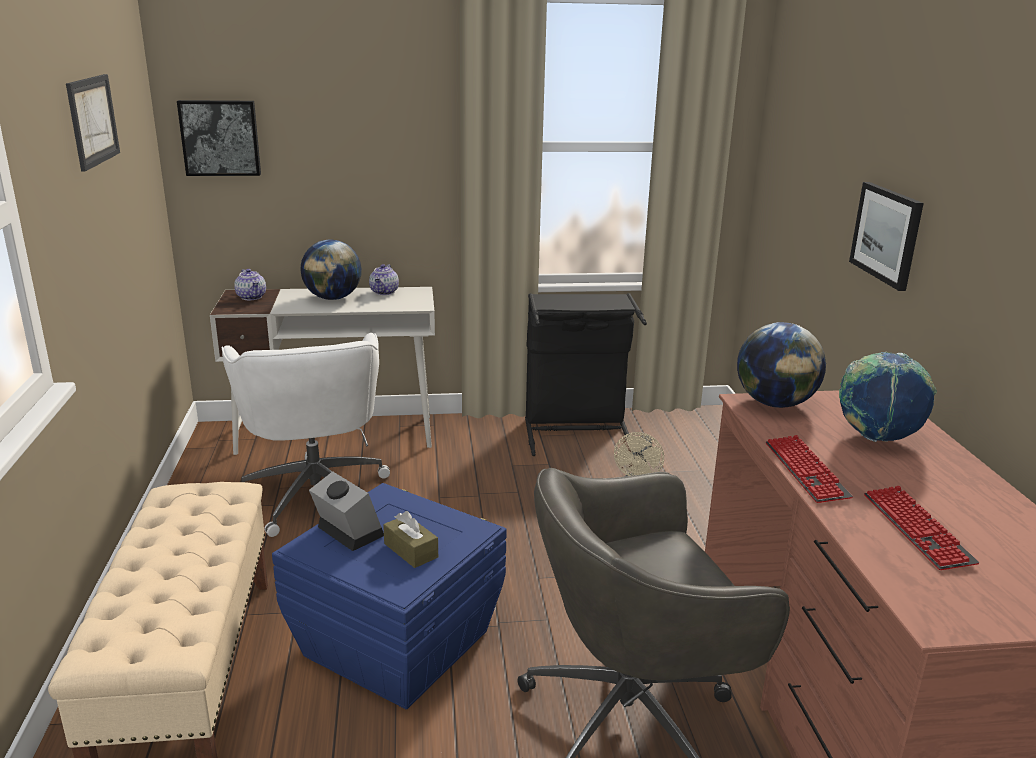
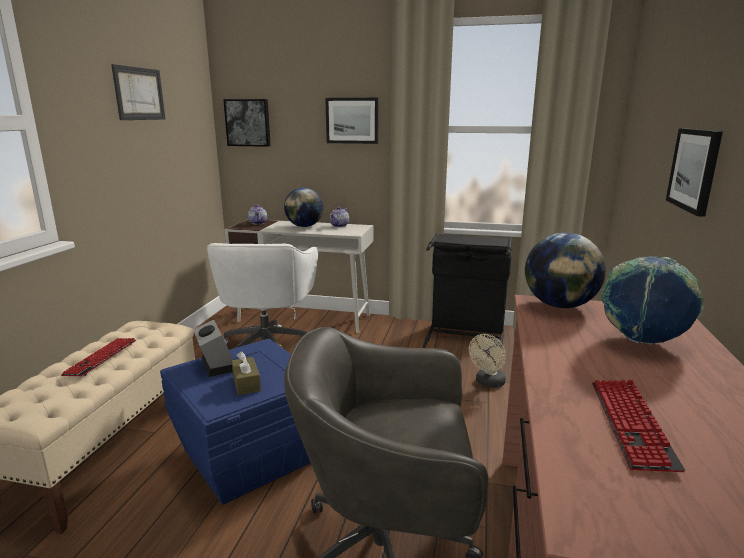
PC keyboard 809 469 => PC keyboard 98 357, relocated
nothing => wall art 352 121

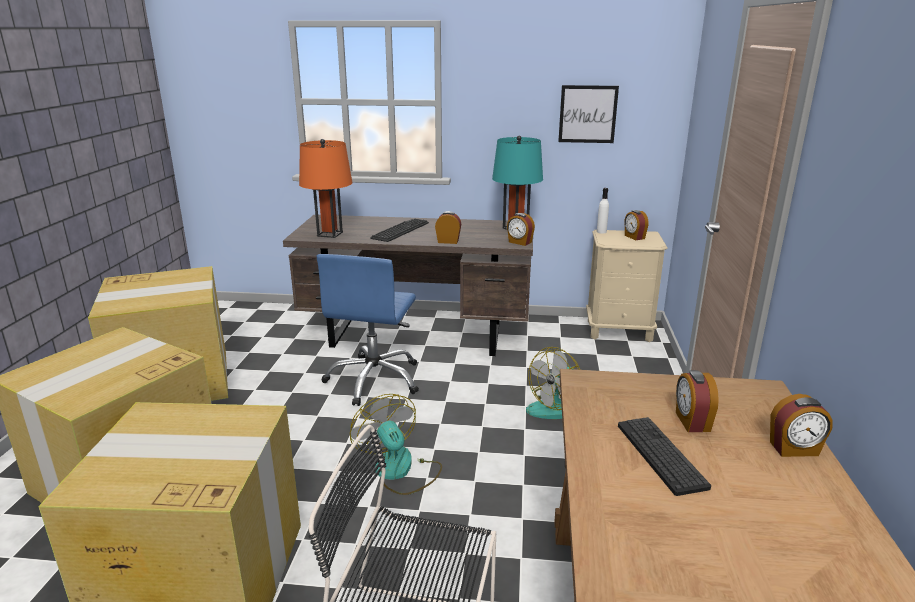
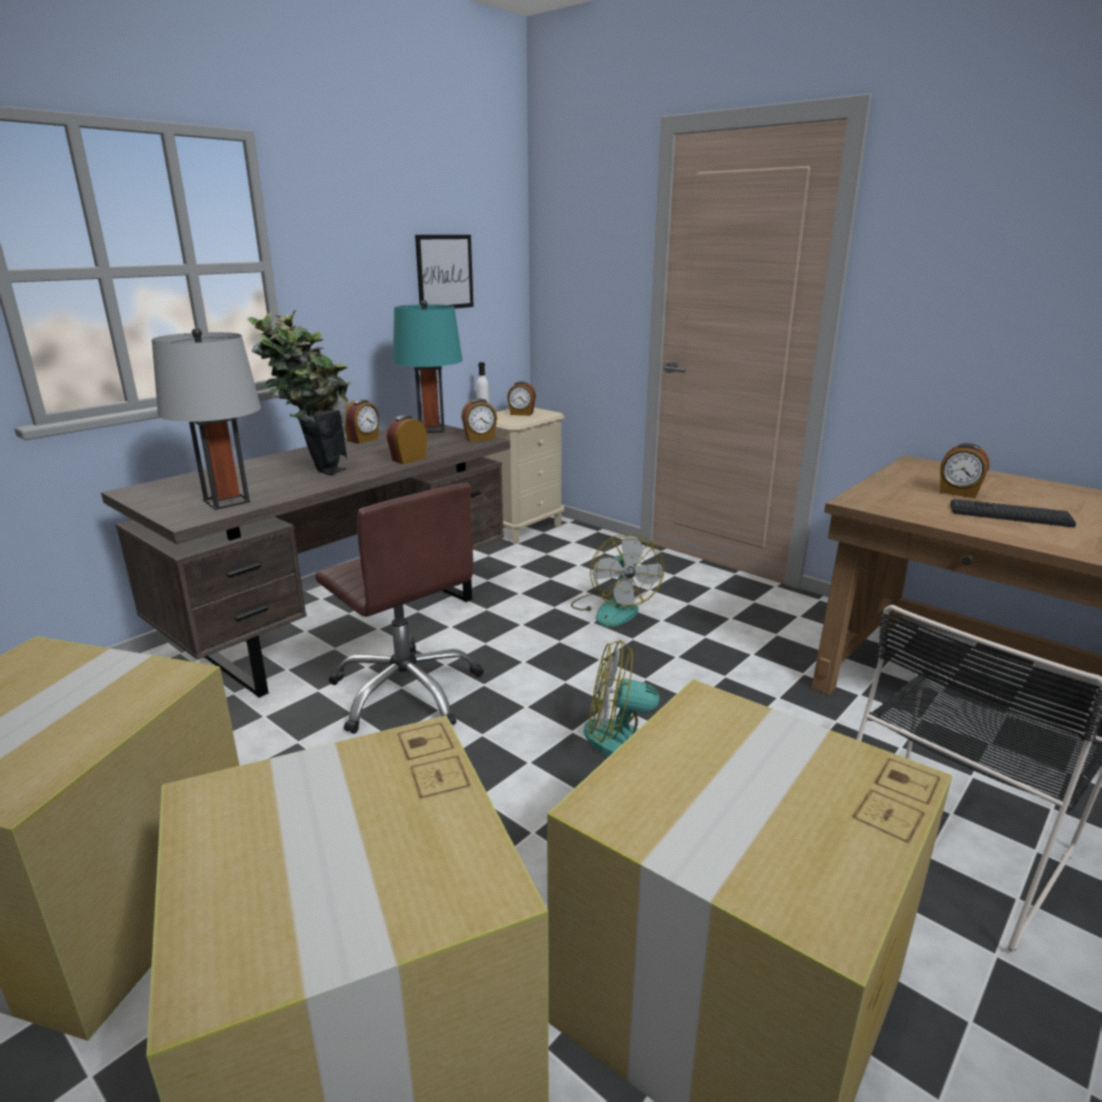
orangey tabletop lamp 326 188 => greyish tabletop lamp 206 419
PC keyboard 399 230 => houseplant 299 392
bluish office chair 368 330 => brown office chair 399 608
alarm clock 801 425 => alarm clock 362 421, relocated

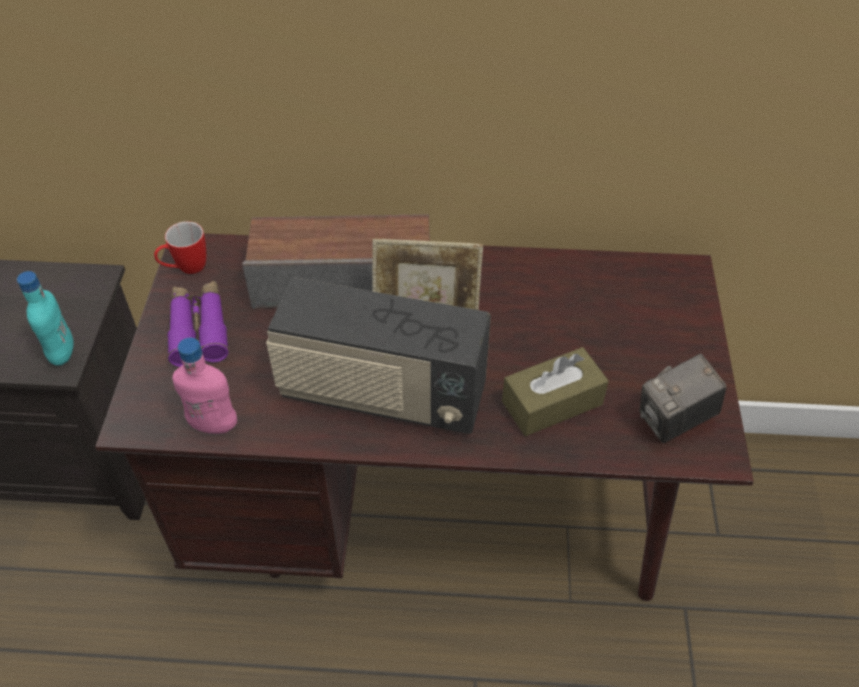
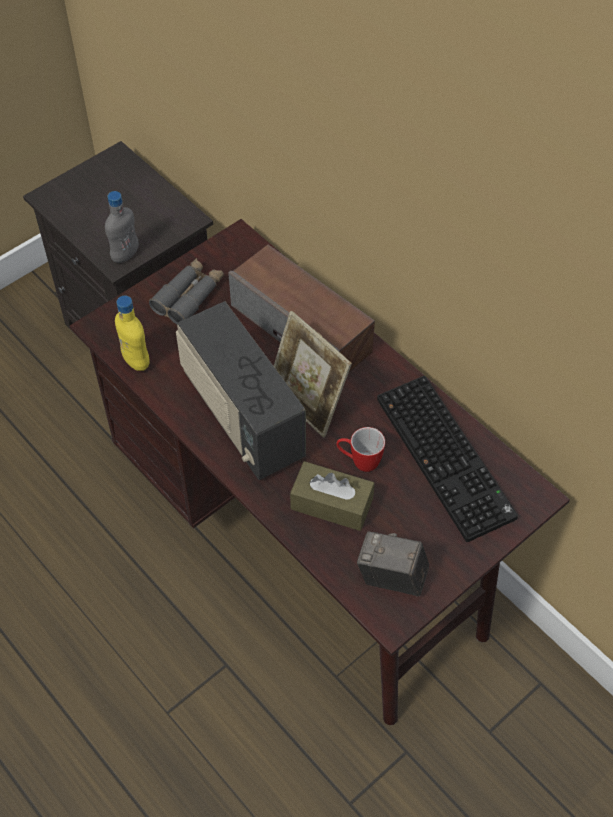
tea mug 180 247 => tea mug 360 449, relocated
turquoise-coloured beverage bottle 45 318 => greyish beverage bottle 122 227
purplish binoculars 198 324 => greyish binoculars 186 291
pinkish beverage bottle 204 386 => yellow beverage bottle 132 333
nothing => PC keyboard 447 459

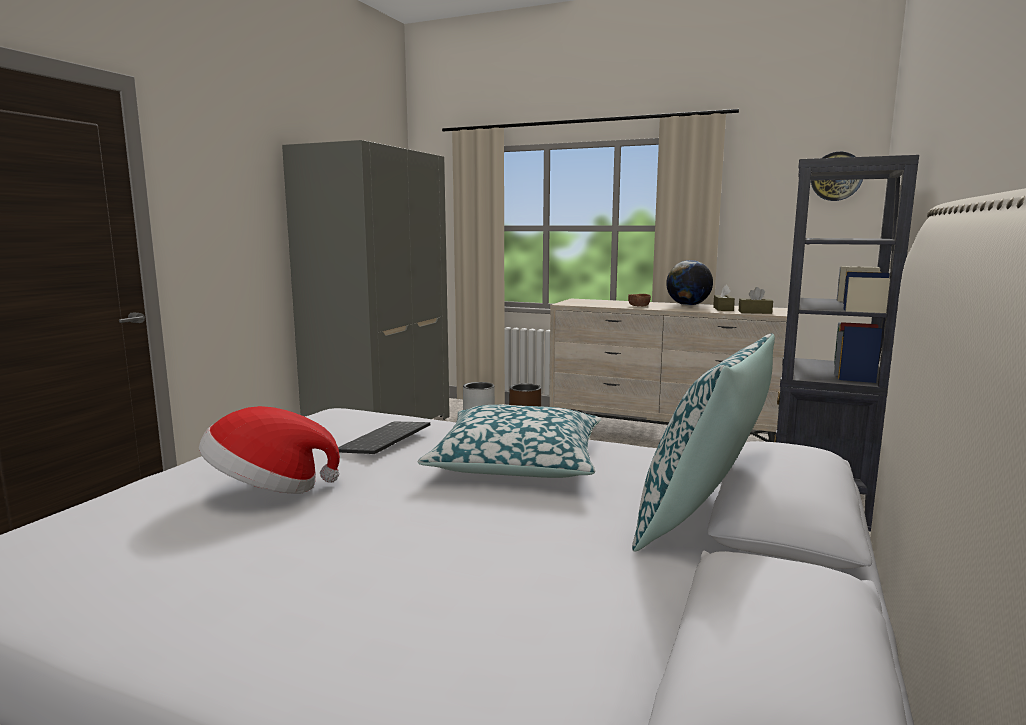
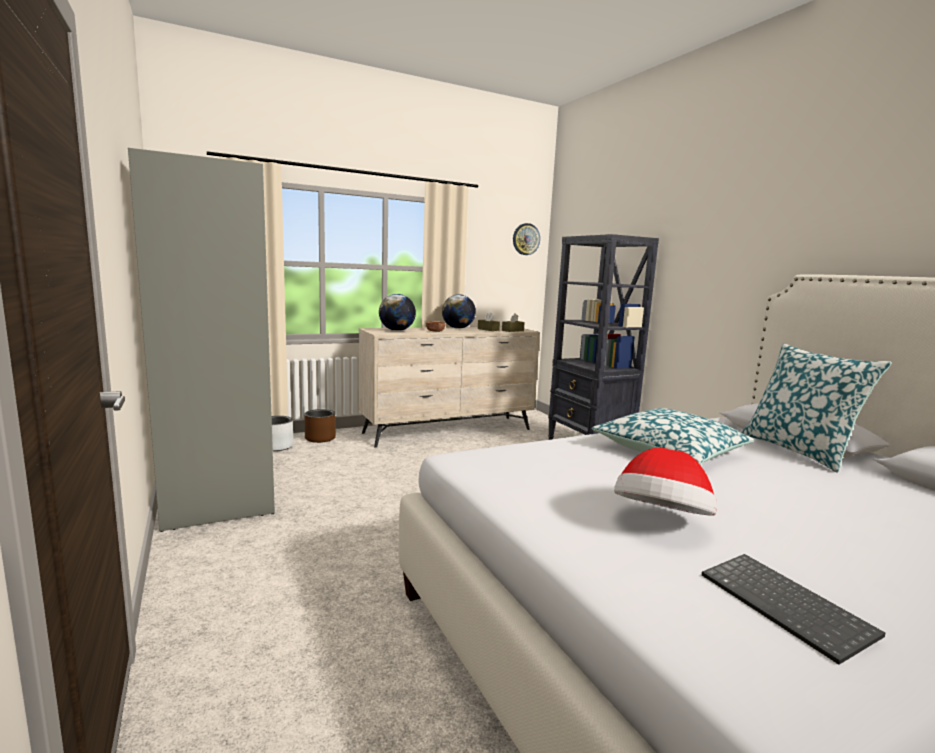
PC keyboard 384 438 => PC keyboard 793 609, relocated
nothing => globe 397 312

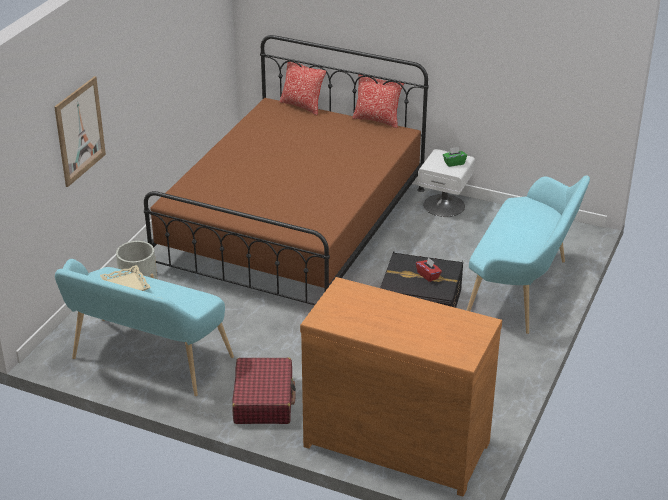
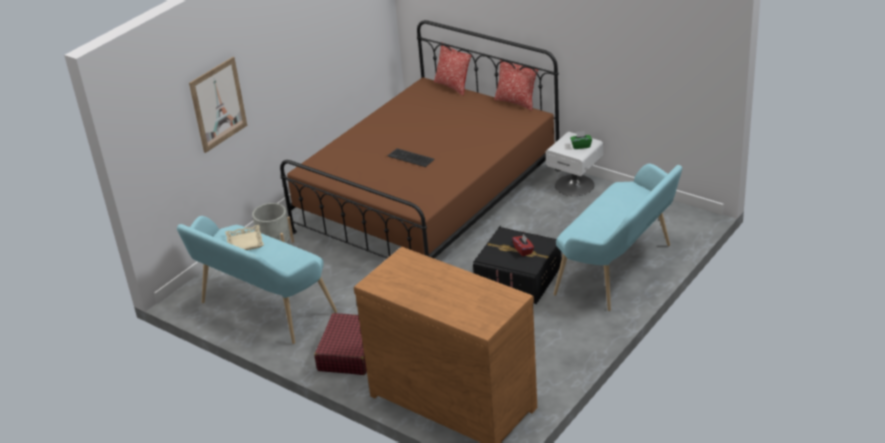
nothing => PC keyboard 411 157

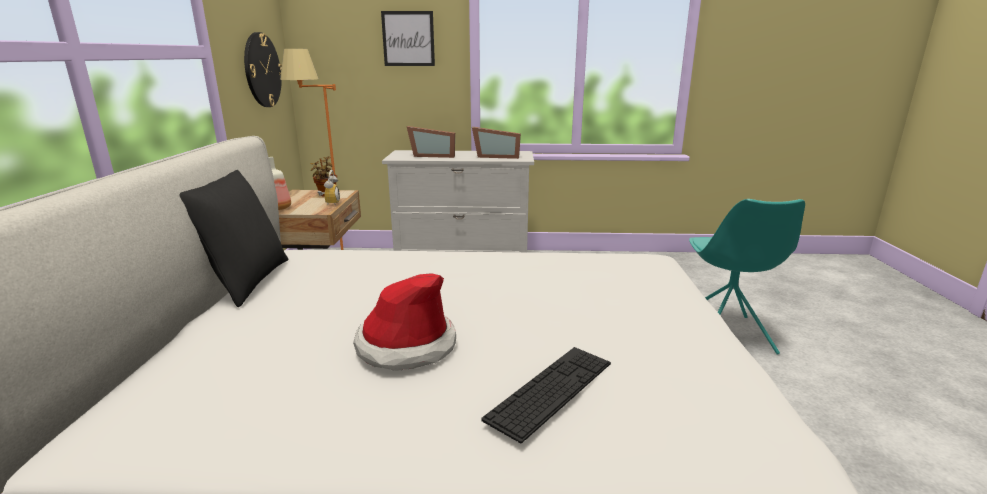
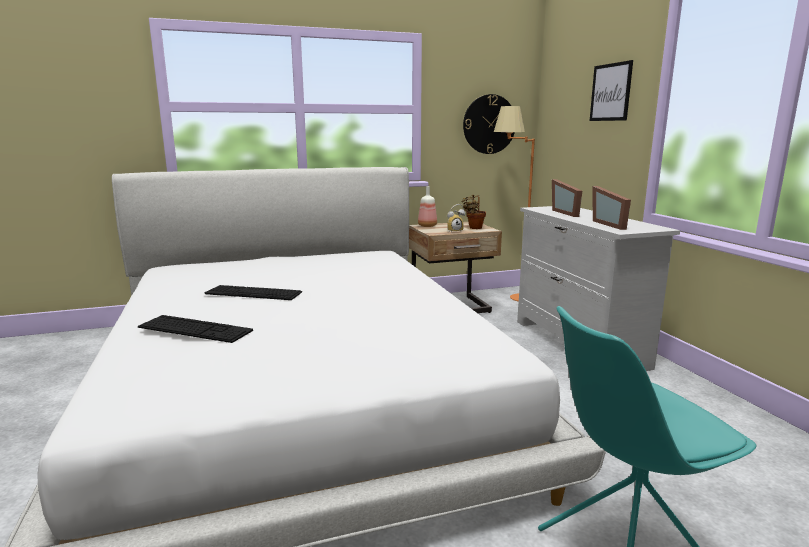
black-coloured throw pillow 234 238 => nothing
wearable hat 404 322 => PC keyboard 253 292

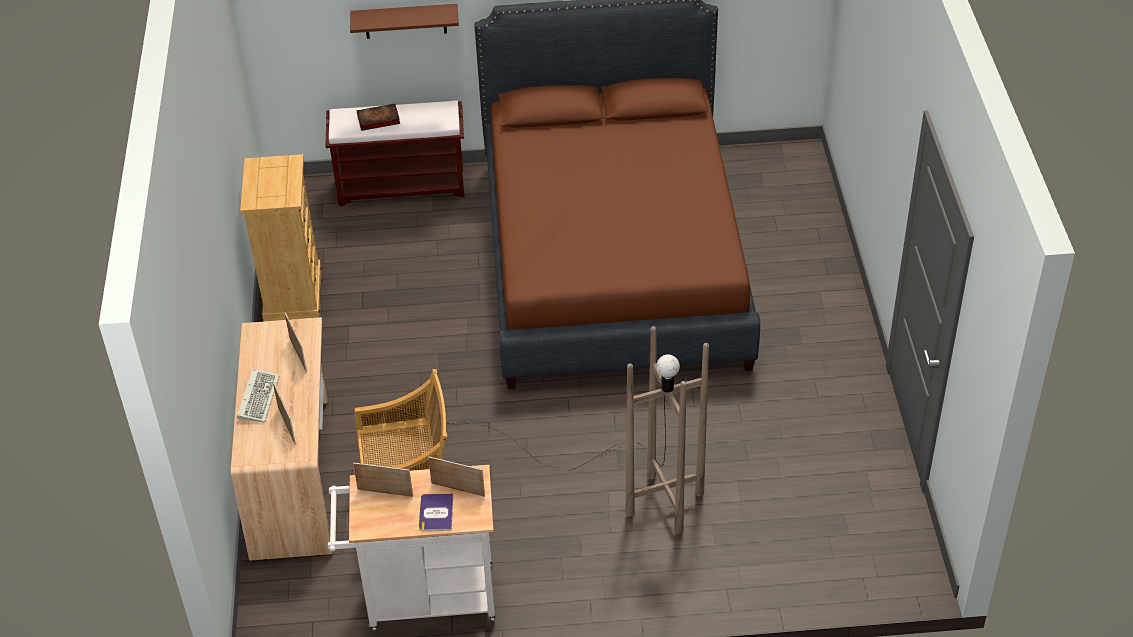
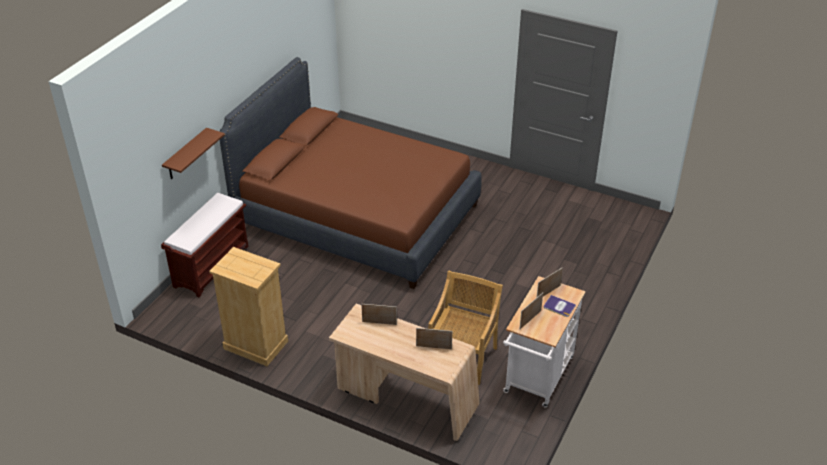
book 378 117 => nothing
brown standing lamp 577 430 => nothing
PC keyboard 258 395 => nothing

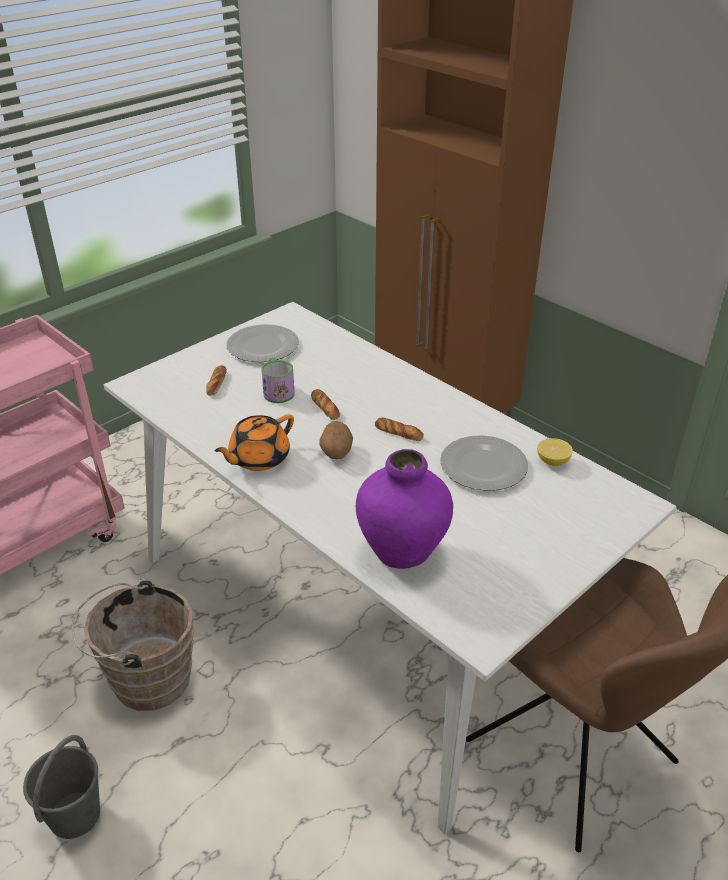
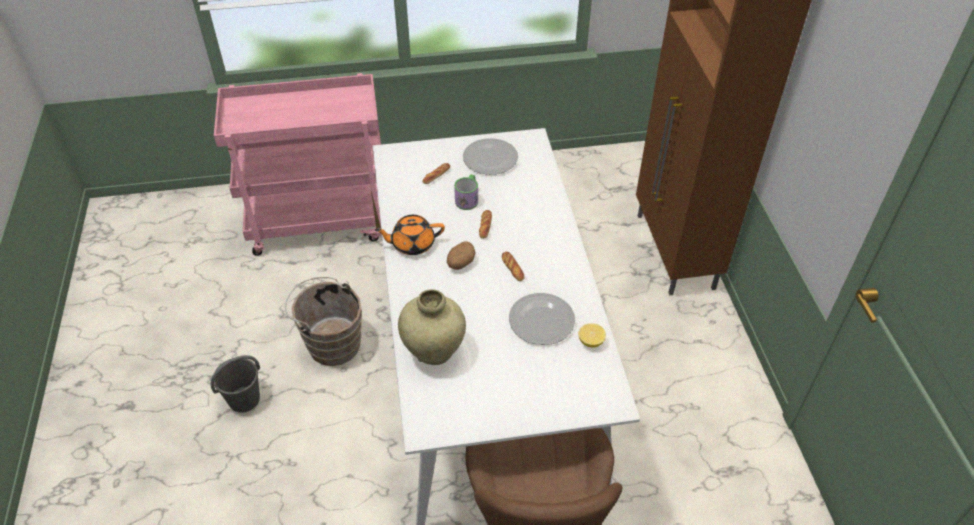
purplish vase 404 509 => beige-coloured vase 432 327

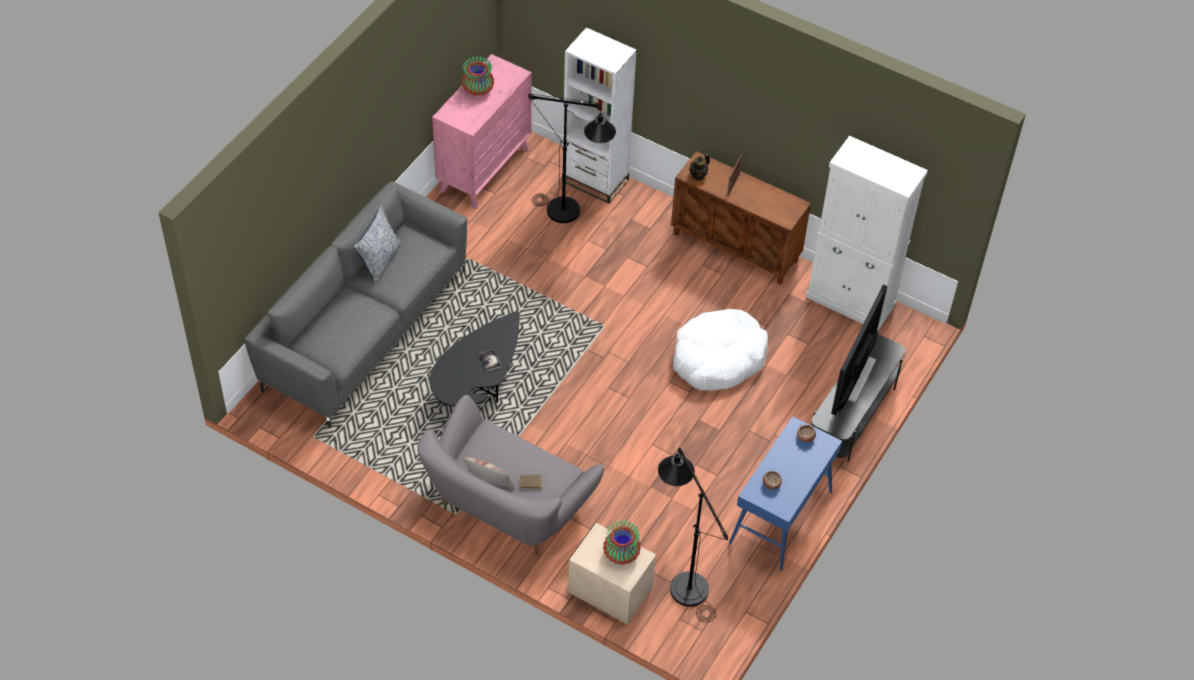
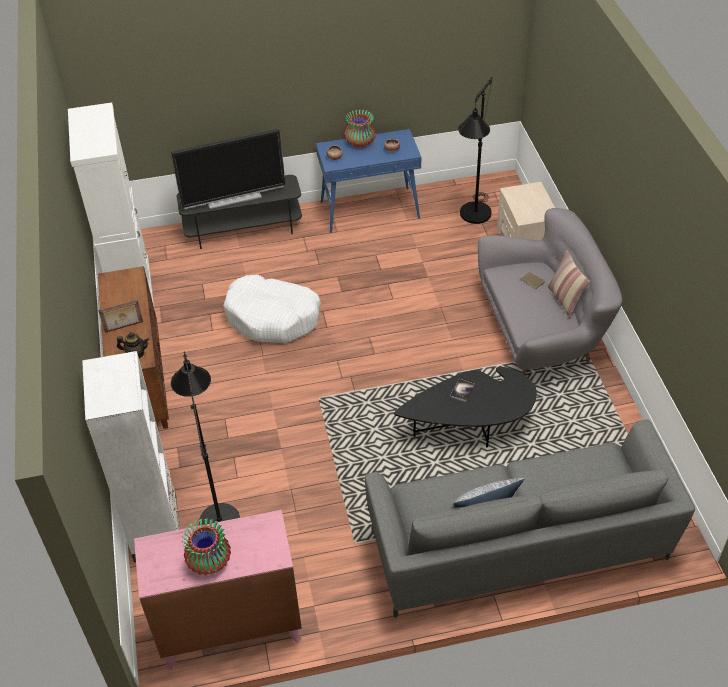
vase 622 542 => vase 360 128, relocated

